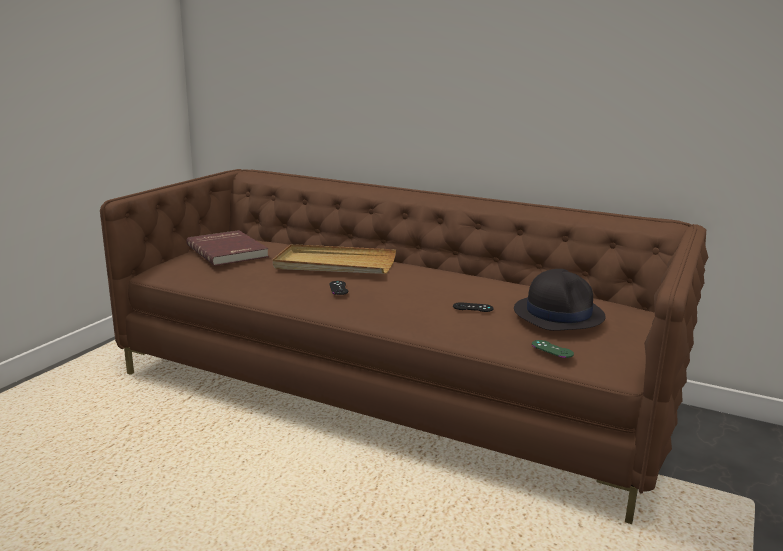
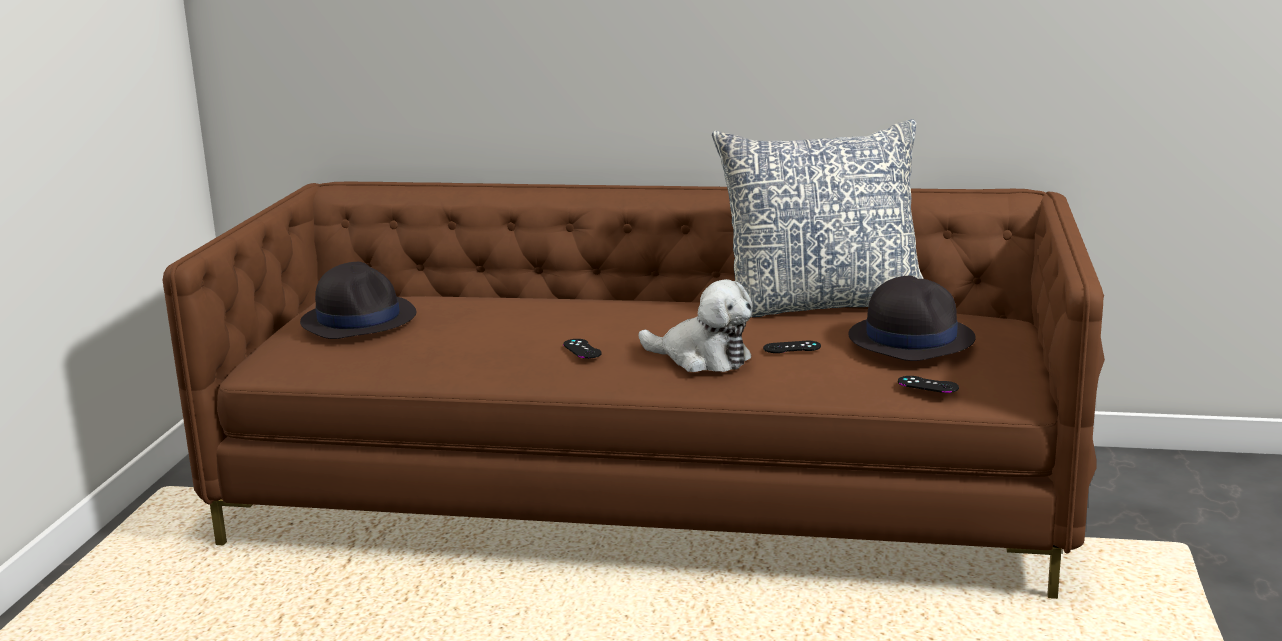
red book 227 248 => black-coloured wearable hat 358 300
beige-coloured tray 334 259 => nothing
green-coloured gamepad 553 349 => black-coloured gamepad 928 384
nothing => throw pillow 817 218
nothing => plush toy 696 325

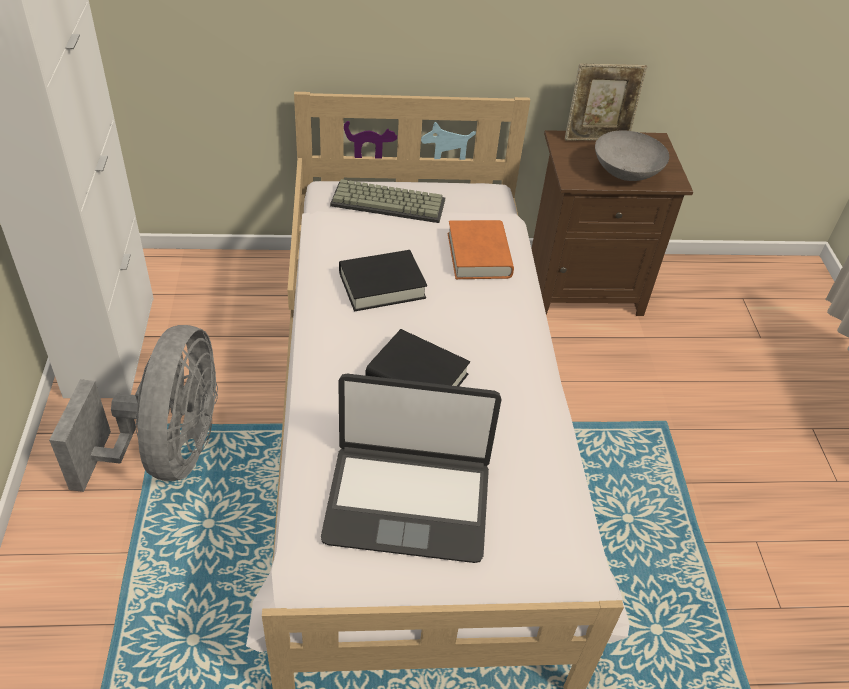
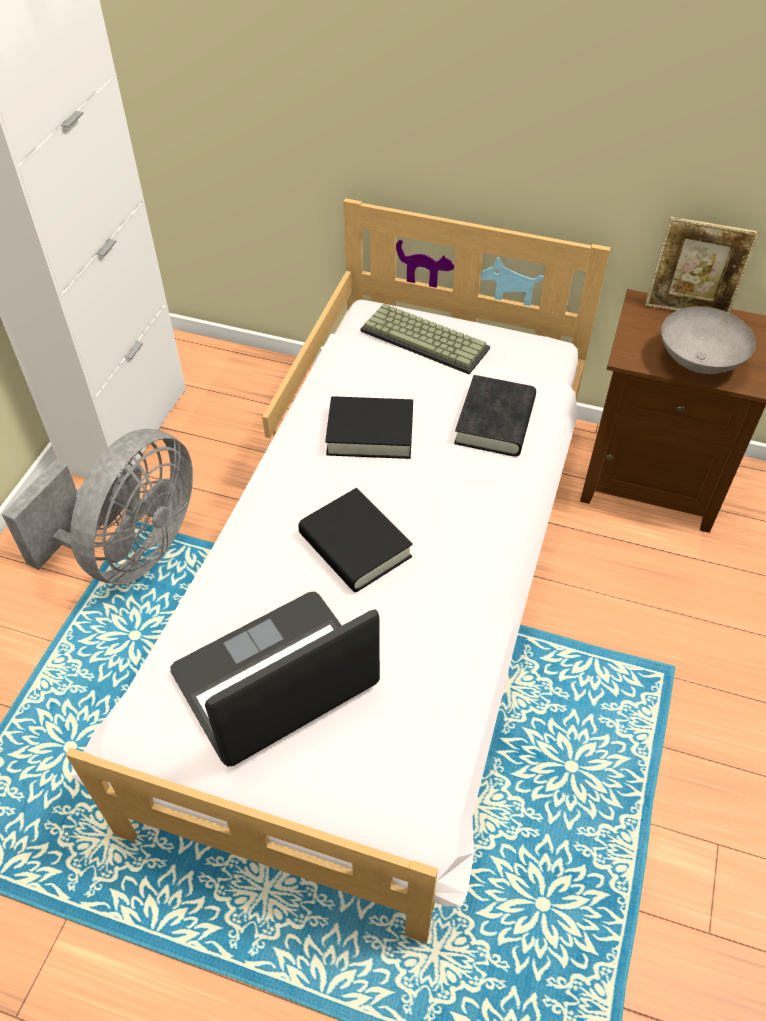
orangey book 481 249 => black-coloured book 495 416
notebook computer 411 468 => notebook computer 275 679, 120 degrees clockwise

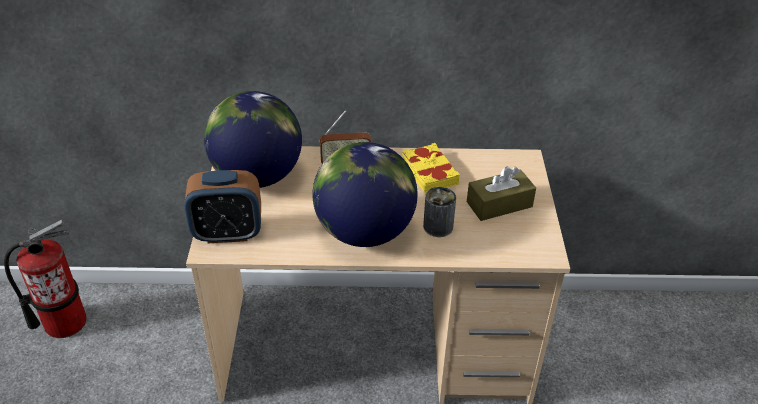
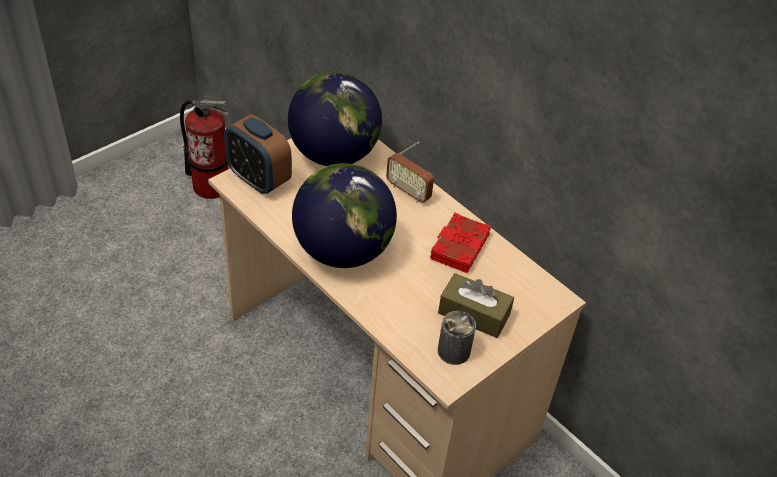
yellow book 431 168 => red book 460 242
can 439 212 => can 457 338, relocated

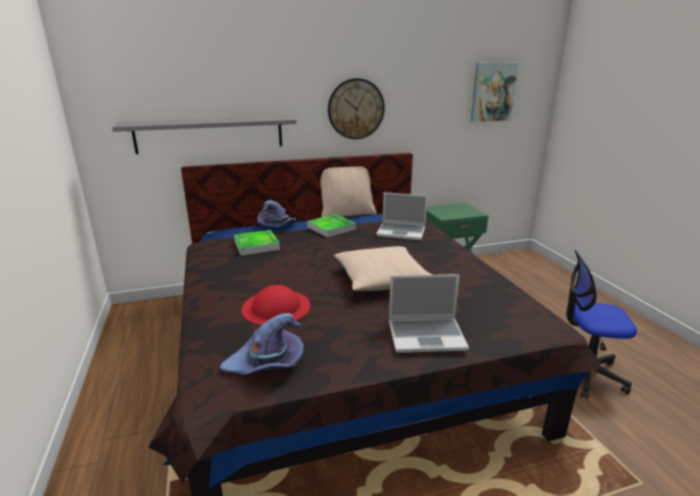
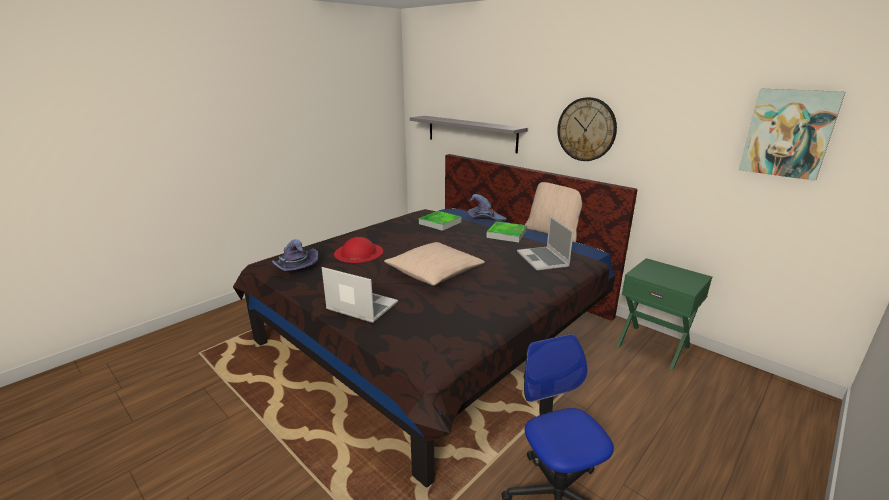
notebook computer 429 313 => notebook computer 360 295, 150 degrees clockwise

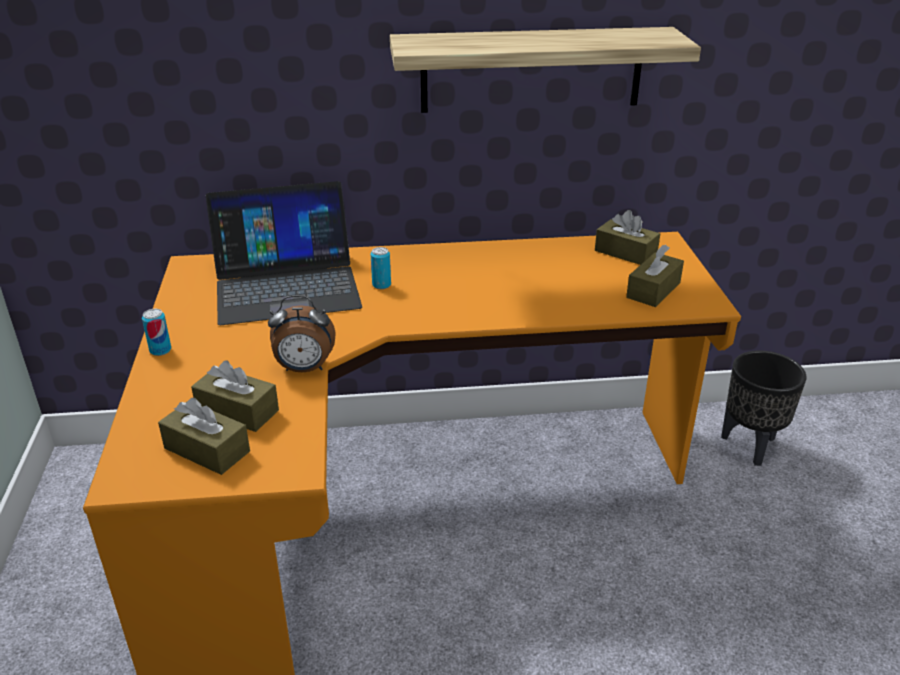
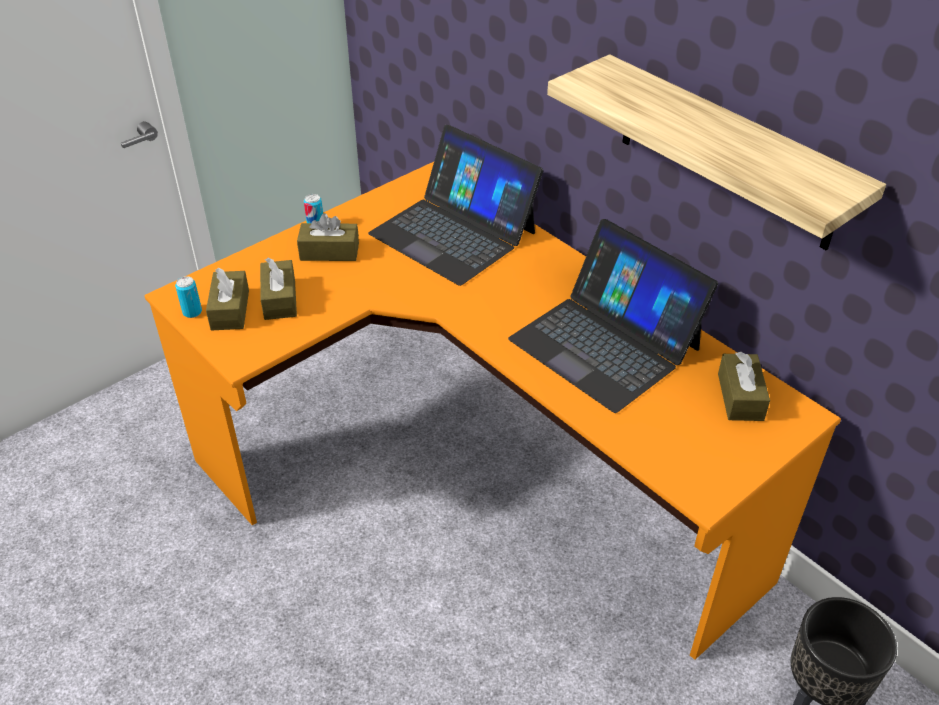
brown tissue box 655 276 => brown tissue box 328 237, relocated
can 381 268 => can 188 297, relocated
alarm clock 302 333 => nothing
nothing => notebook computer 613 316

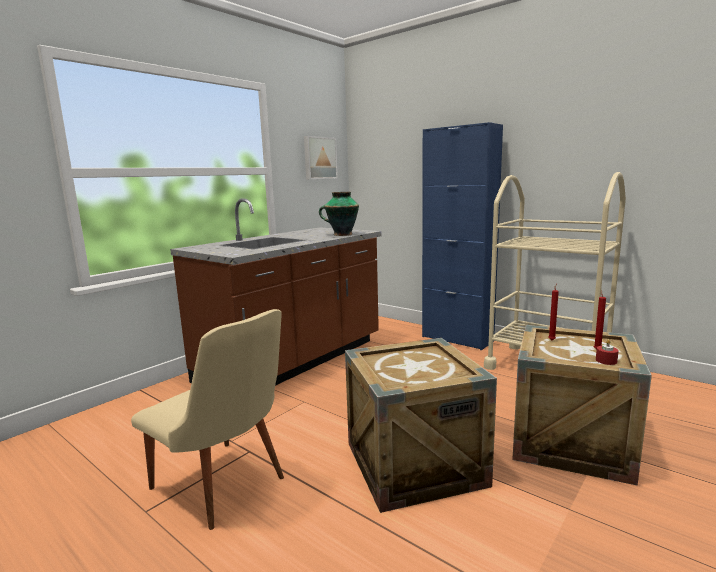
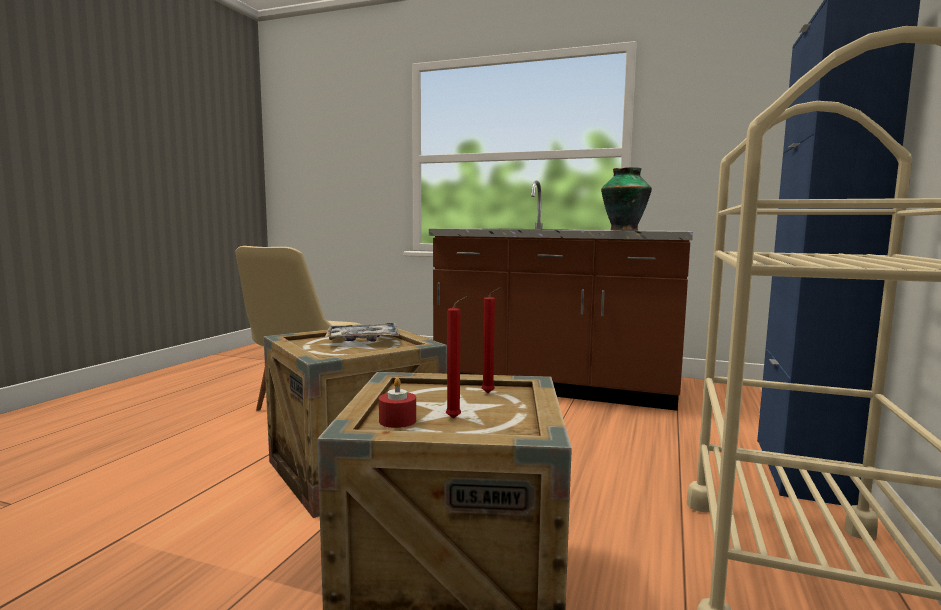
wall art 321 157 => nothing
nothing => tray 362 332

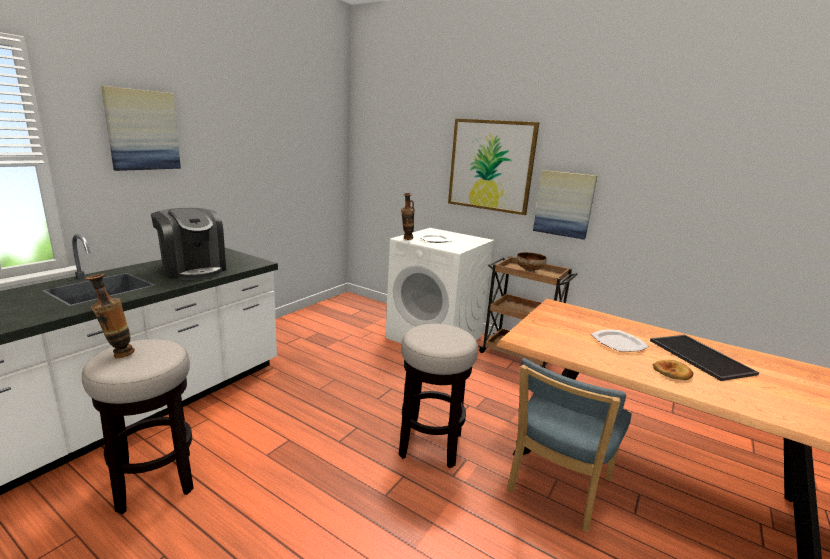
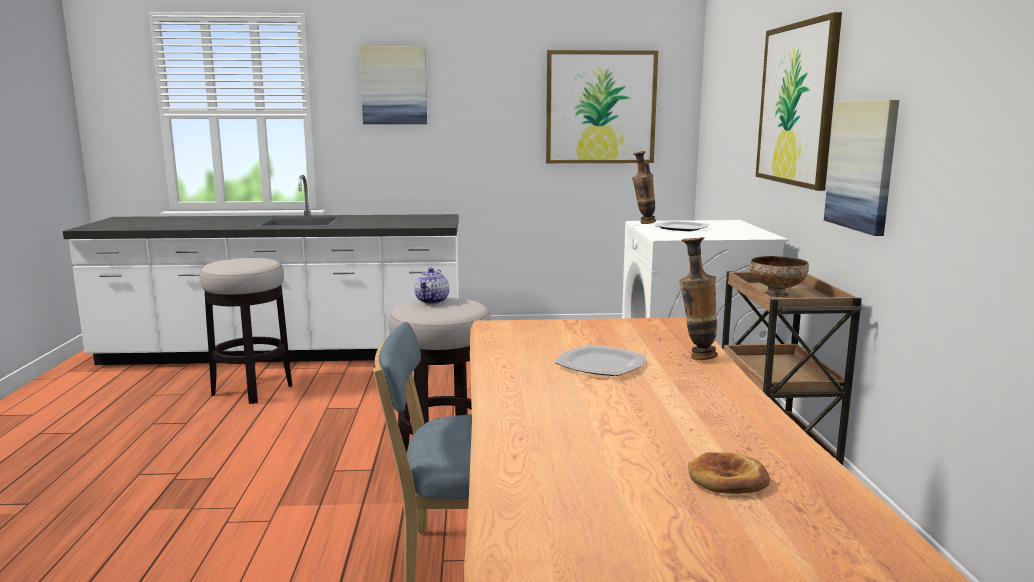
coffee maker 188 244 => nothing
vase 110 316 => vase 698 298, relocated
tray 704 358 => nothing
bread 673 370 => bread 729 473, relocated
nothing => wall art 602 106
nothing => teapot 431 286

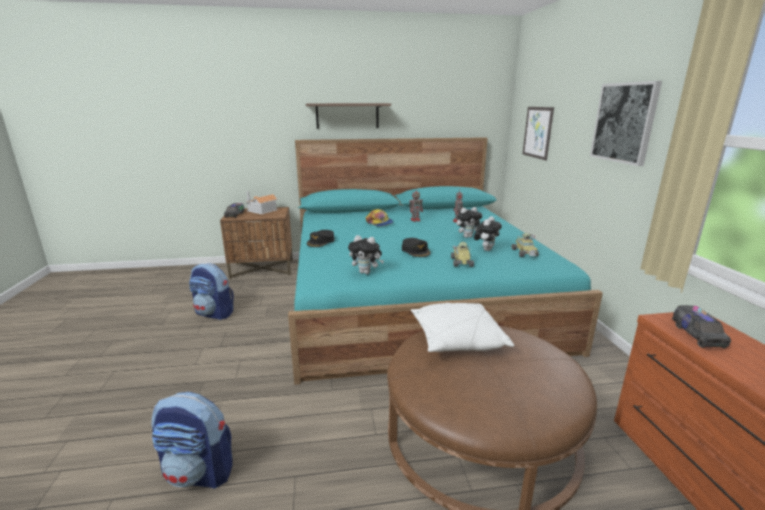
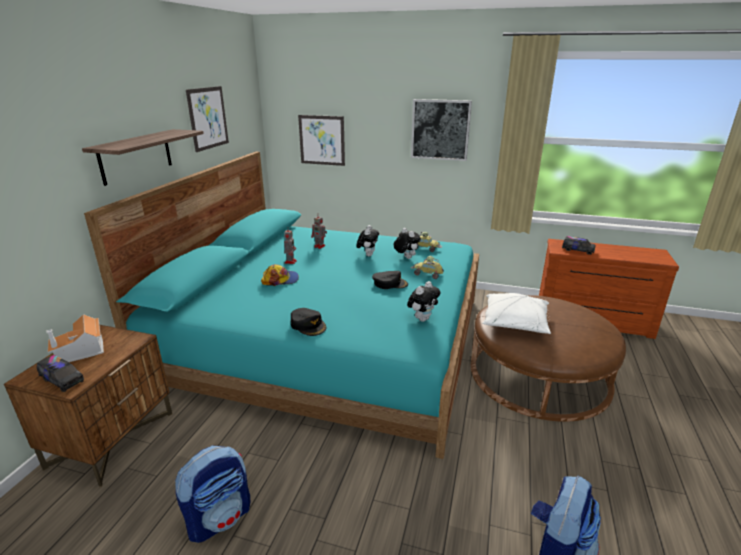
nothing => wall art 207 119

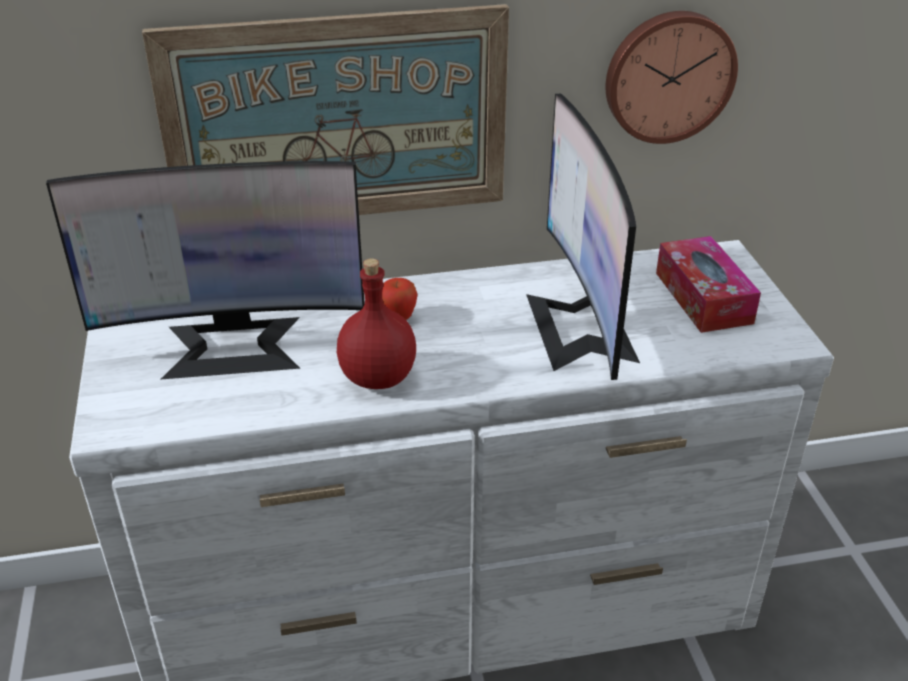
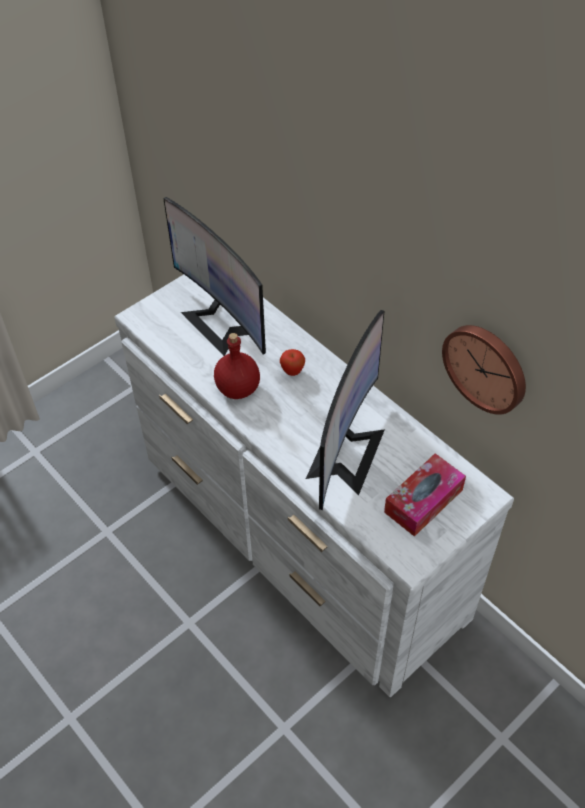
wall art 325 109 => nothing
monitor 583 237 => monitor 345 410, 150 degrees clockwise

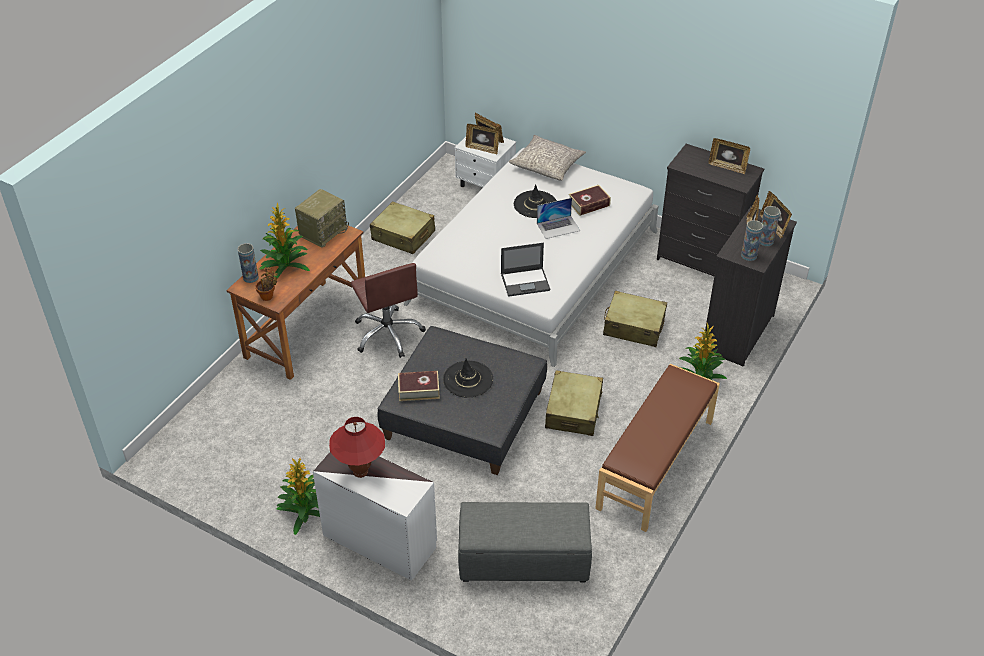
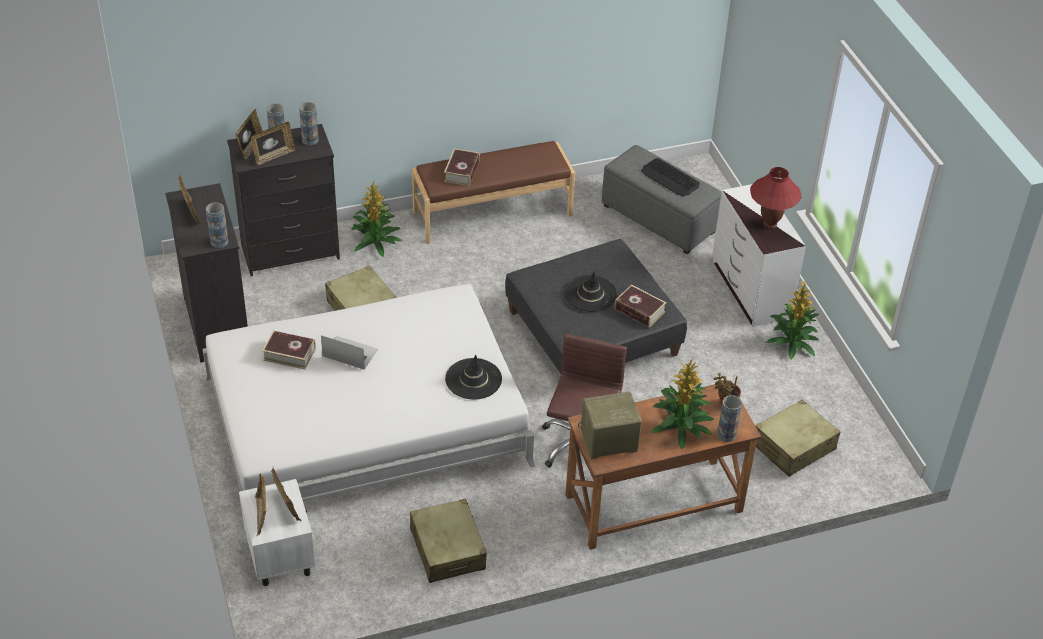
greyish throw pillow 547 158 => nothing
black-coloured wearable hat 535 201 => black-coloured wearable hat 473 377, relocated
notebook computer 525 270 => nothing
beige-coloured suitcase 574 403 => beige-coloured suitcase 797 438, relocated
nothing => book 462 167
nothing => PC keyboard 670 177
nothing => vase 217 225

